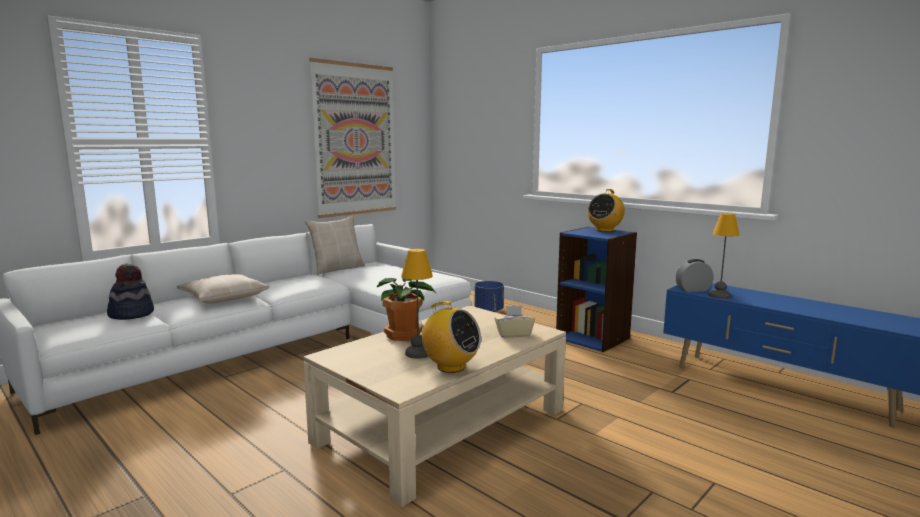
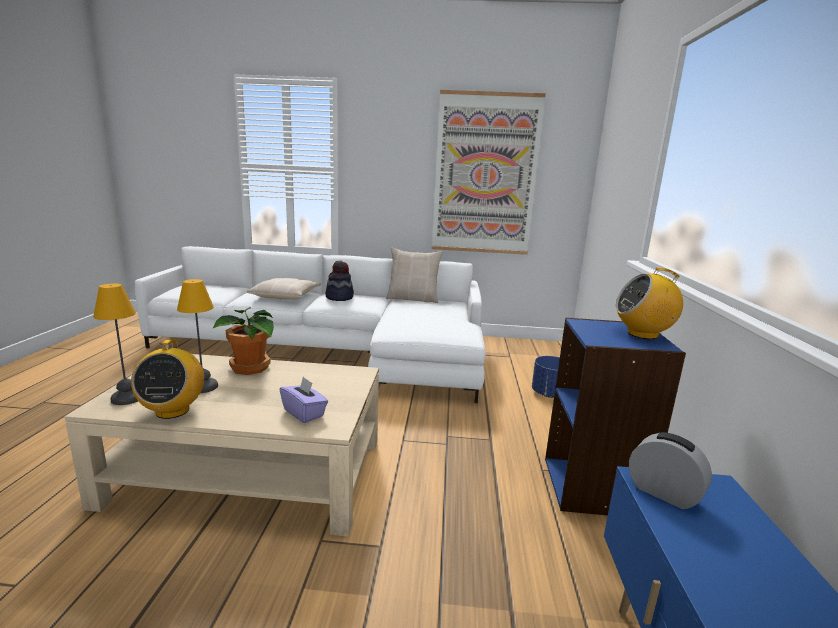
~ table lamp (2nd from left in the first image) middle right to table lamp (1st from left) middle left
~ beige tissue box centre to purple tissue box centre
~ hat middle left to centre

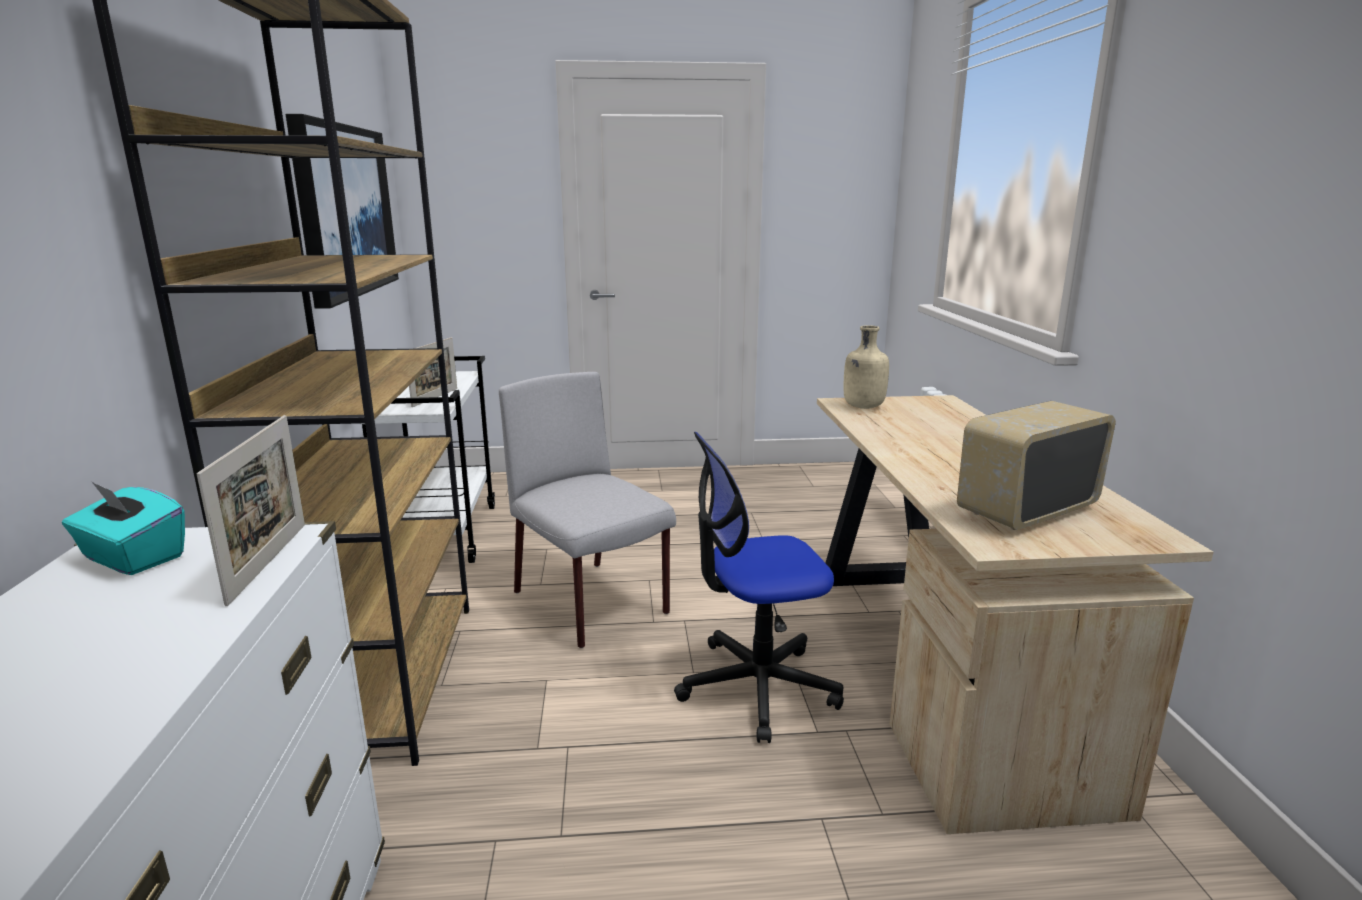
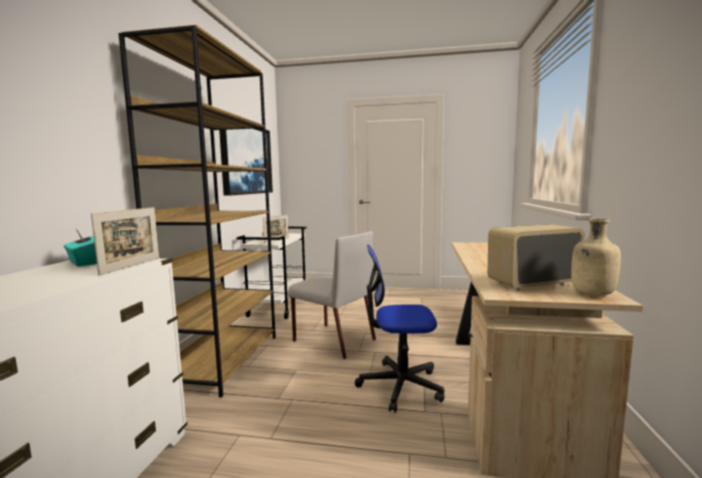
~ grey chair centre = centre 150 degrees clockwise
~ beige bottle centre to middle right

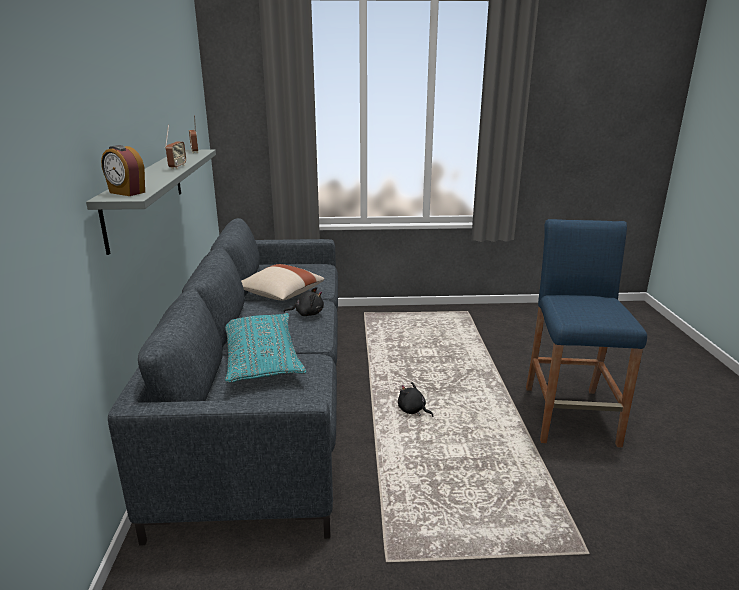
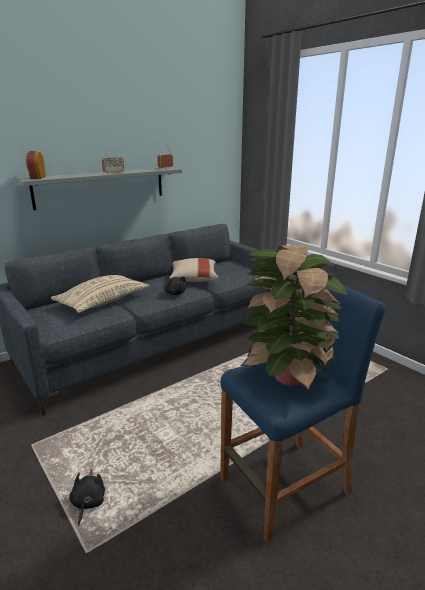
~ turquoise pillow centre to beige pillow (1st from left) middle left
~ black plush toy (2nd from left in the first image) bottom centre to black plush toy (1st from left) bottom left
+ potted plant middle right

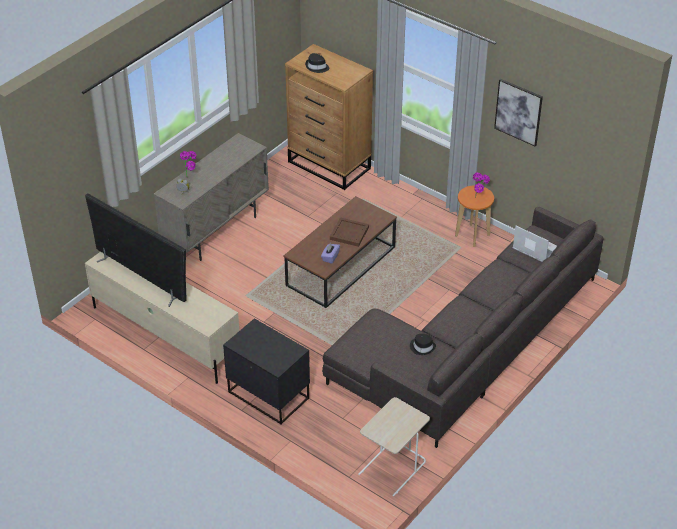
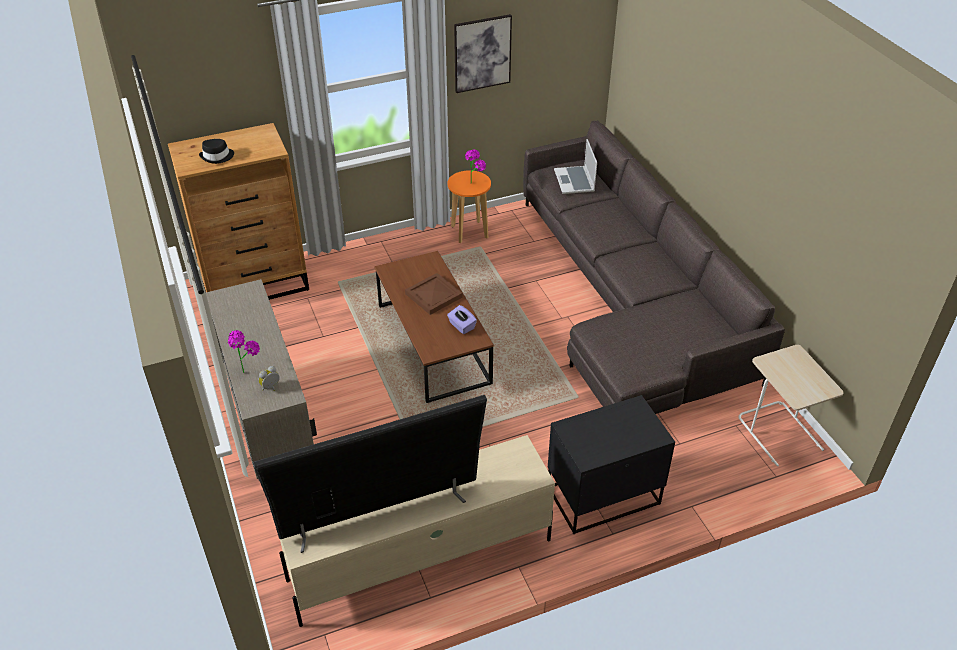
~ laptop middle right = top centre 75 degrees counterclockwise
- black hat (2nd from left) centre

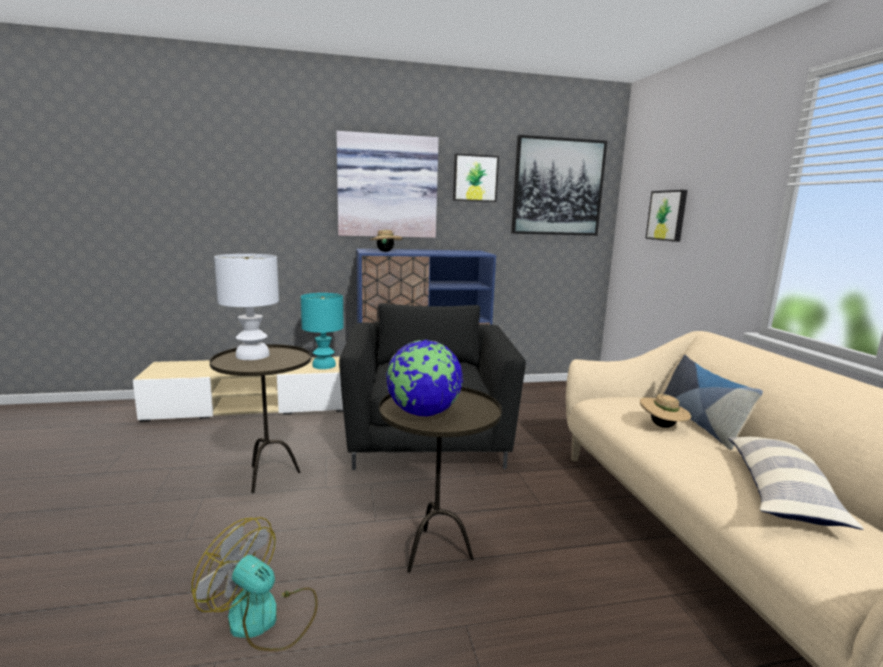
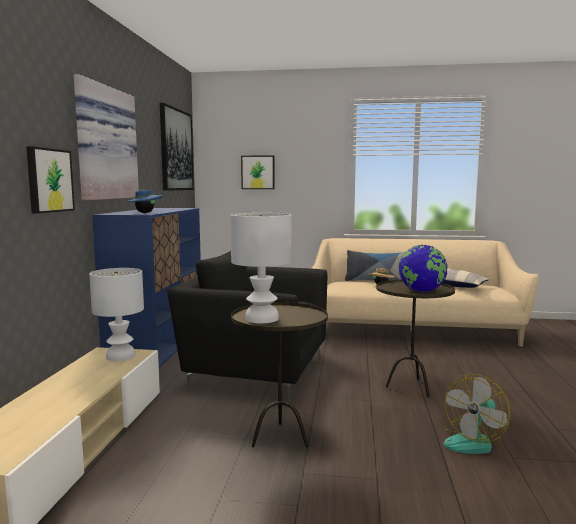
~ picture (2nd from left in the first image) top centre to picture (1st from left) middle left
~ turquoise table lamp centre to white table lamp (1st from left) middle left
~ beige hat (1st from left) centre to blue hat middle left

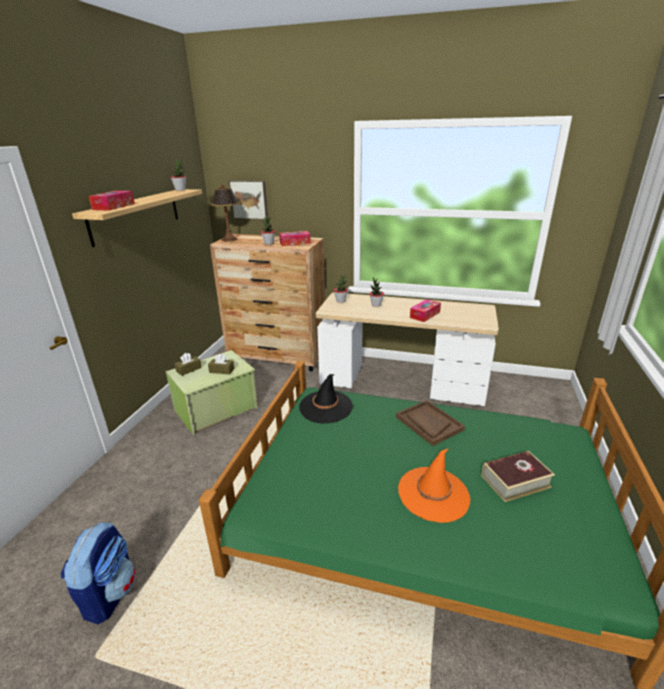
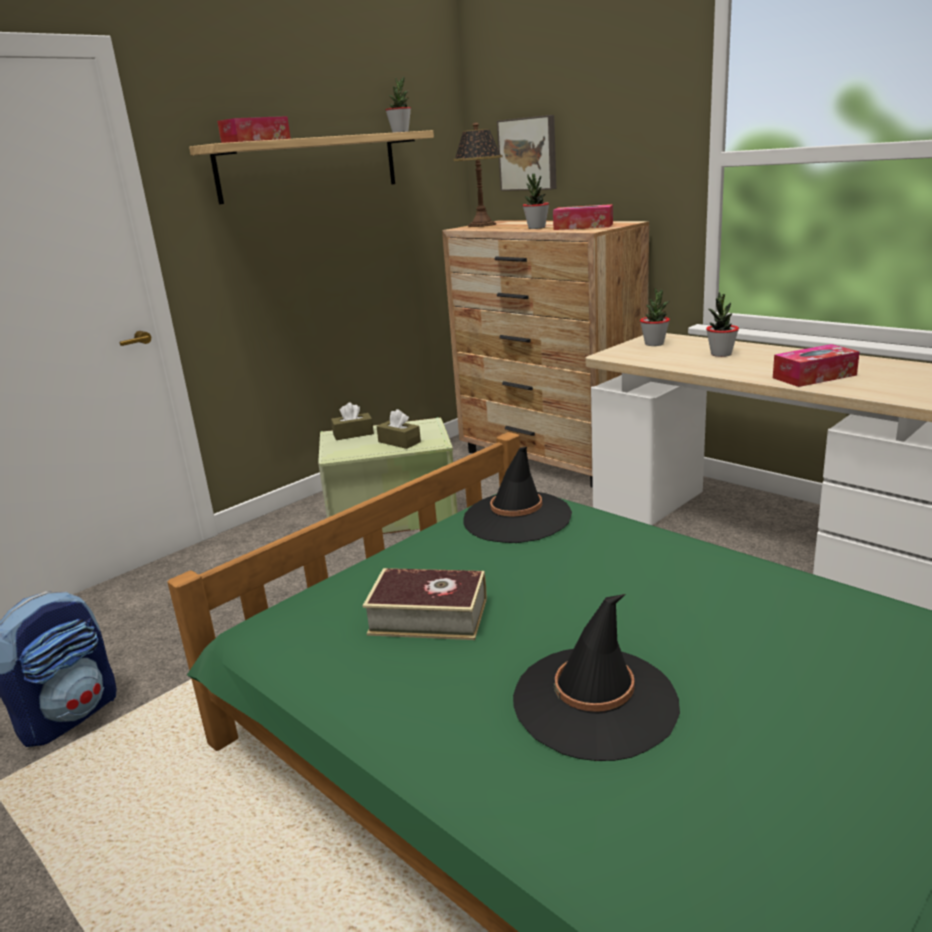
~ book bottom right to centre
~ orange hat bottom centre to black hat (2nd from left) bottom centre
- brown tray centre

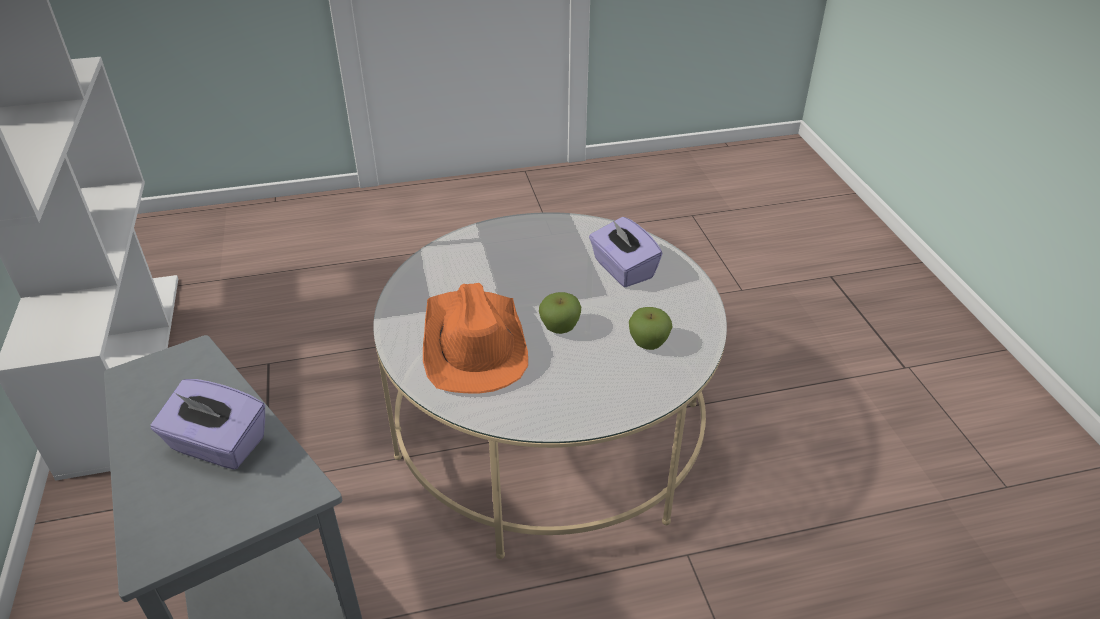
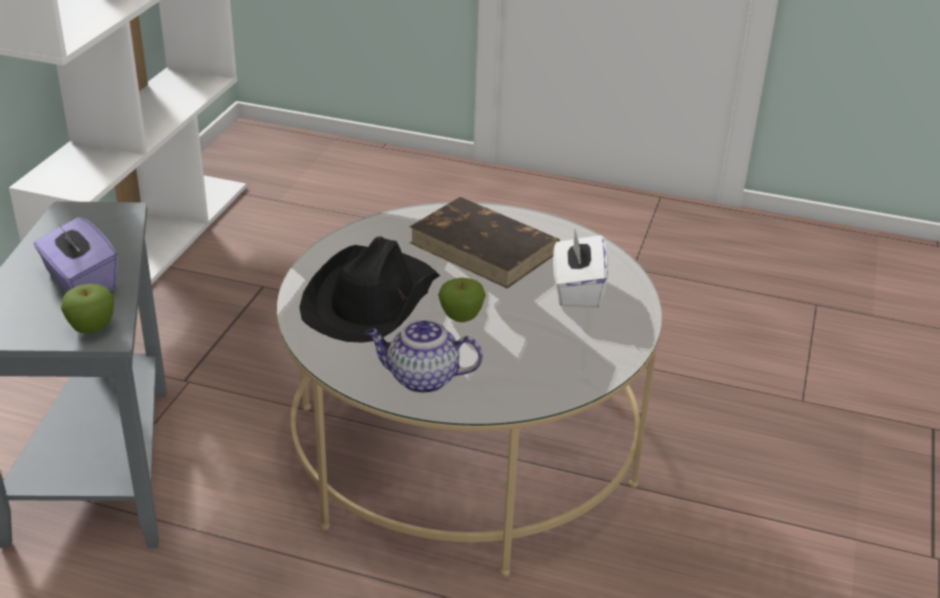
~ apple (2nd from left in the first image) centre to apple (1st from left) middle left
~ orange hat centre to black hat centre
+ teapot centre
+ brown book centre
~ purple tissue box (2nd from left) centre to white tissue box centre

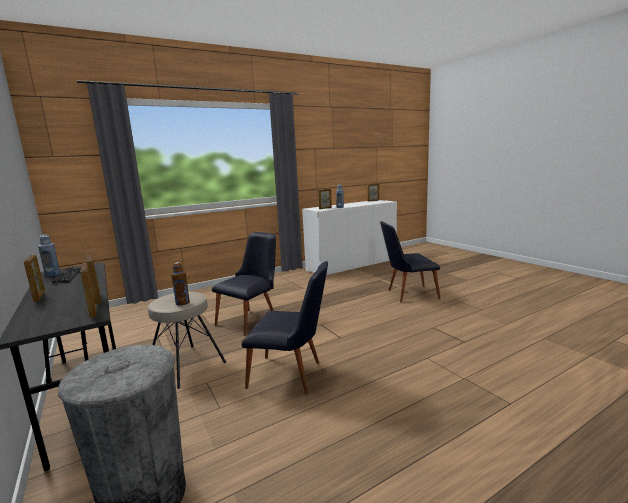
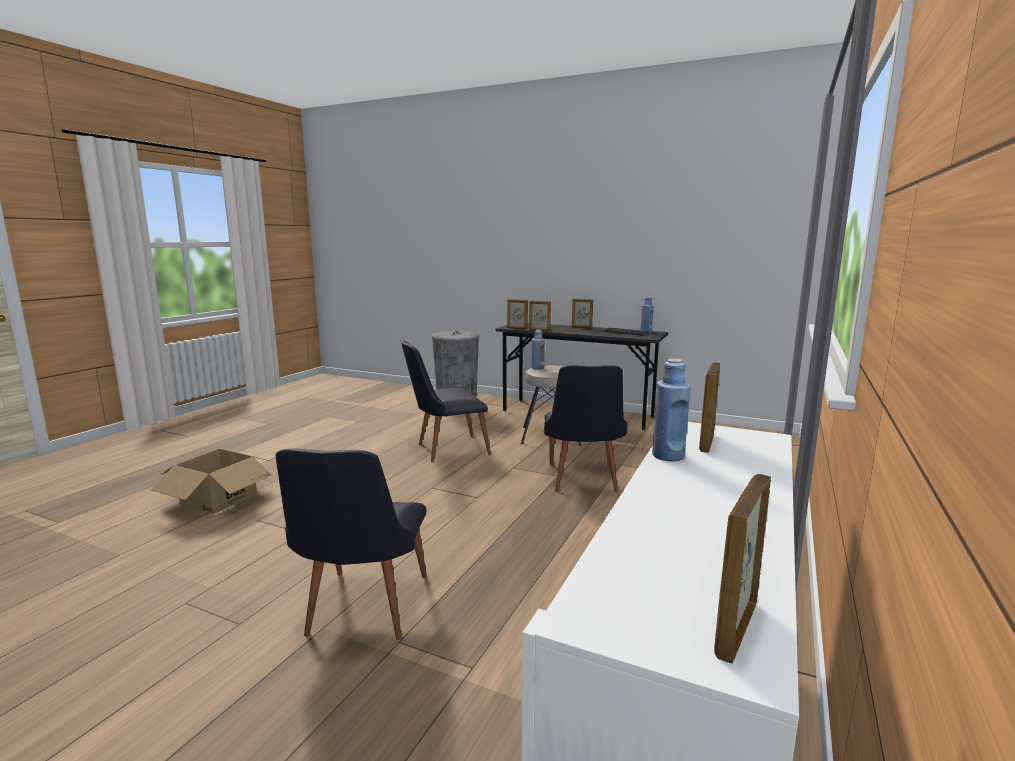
+ cardboard box middle left
~ black chair (3rd from left in the first image) centre = bottom centre 135 degrees clockwise
~ brown bottle middle left to blue bottle (1st from left) centre

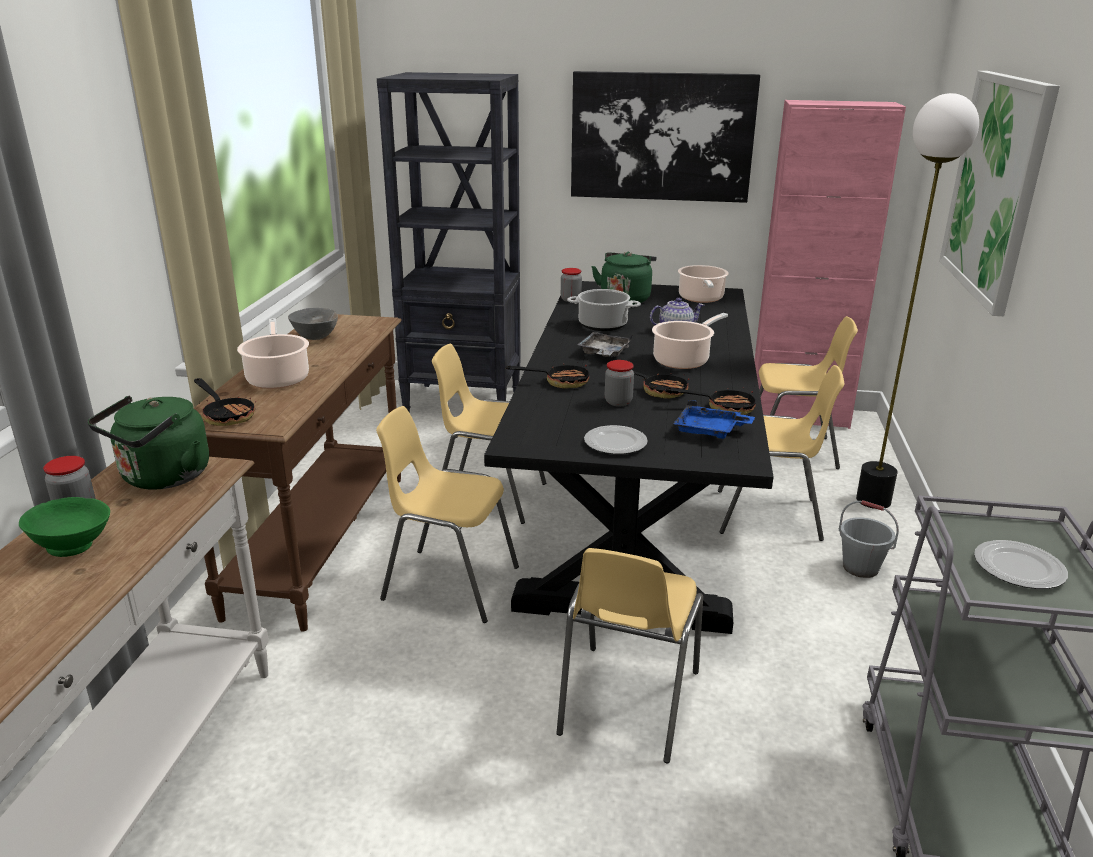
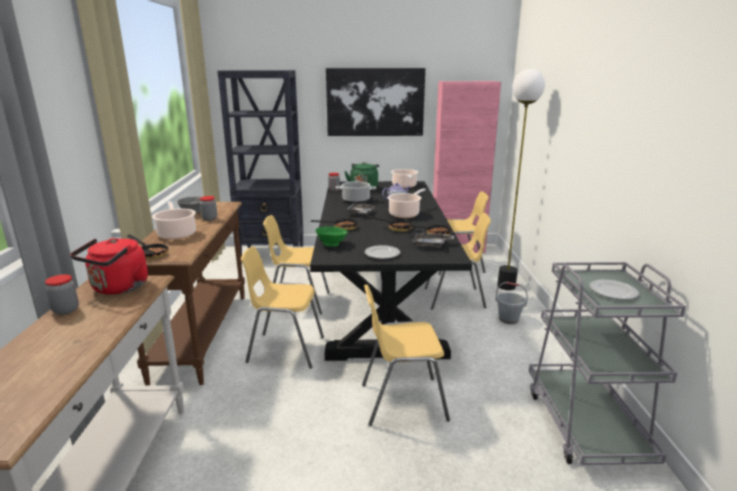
~ green kettle (1st from left) middle left to red kettle middle left
~ jar (3rd from left in the first image) centre to jar (2nd from left) middle left
~ green bowl middle left to centre
~ yellow chair (3rd from left) bottom centre = bottom centre 75 degrees clockwise
~ blue tray centre to grey tray (2nd from left) centre
- picture (2nd from left) top right

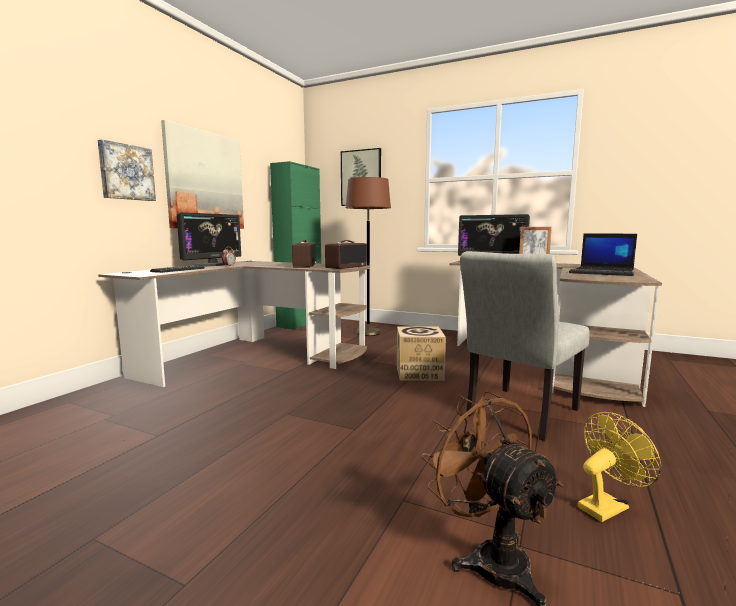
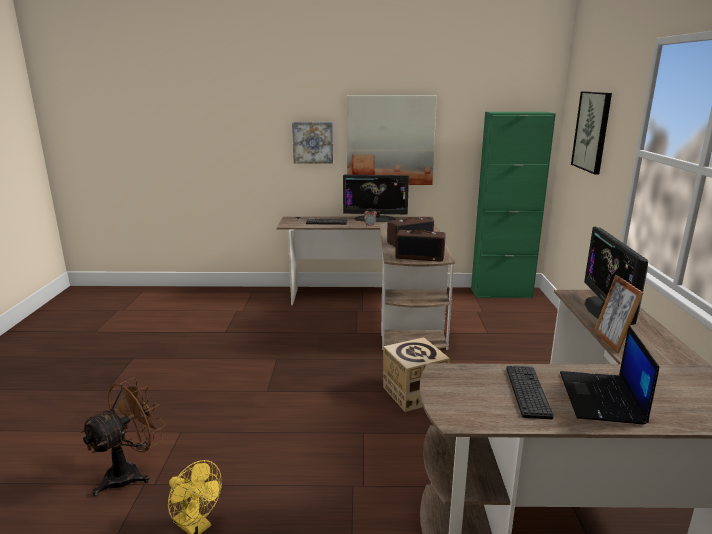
- brown floor lamp centre
- grey chair middle right

